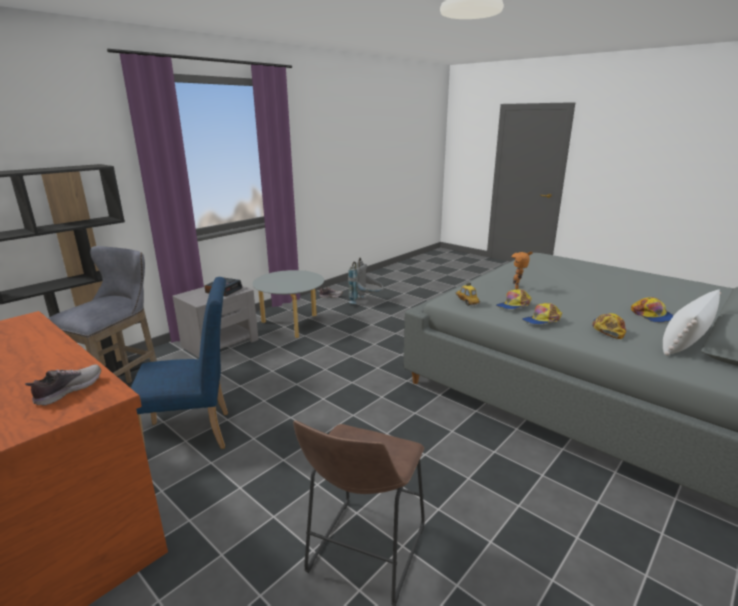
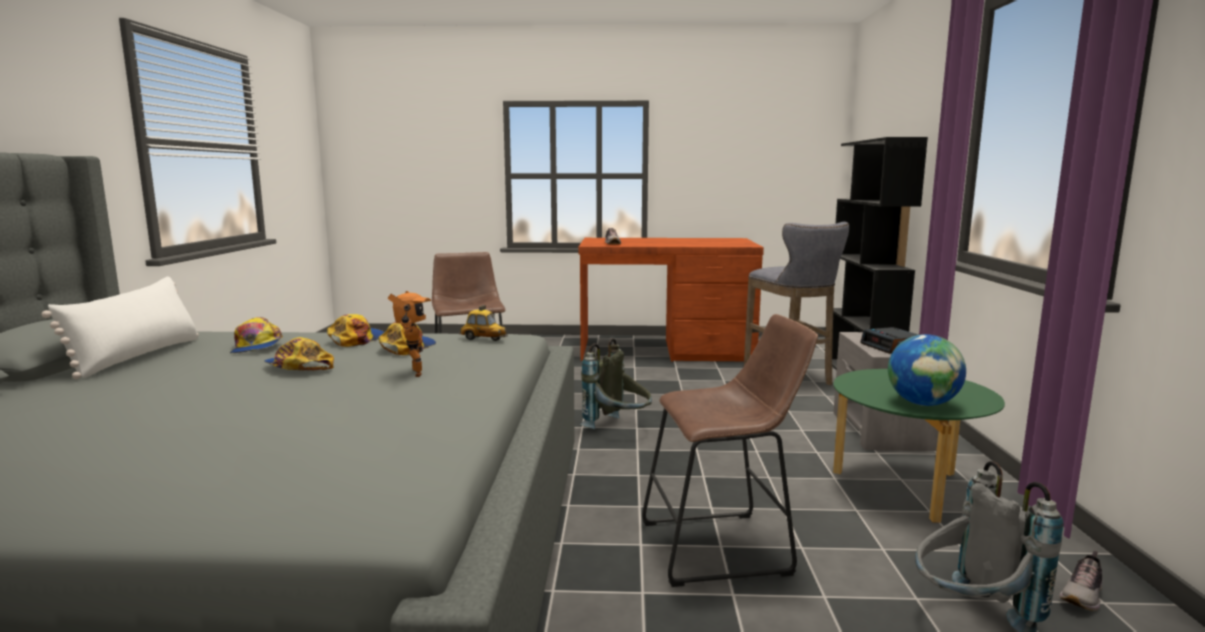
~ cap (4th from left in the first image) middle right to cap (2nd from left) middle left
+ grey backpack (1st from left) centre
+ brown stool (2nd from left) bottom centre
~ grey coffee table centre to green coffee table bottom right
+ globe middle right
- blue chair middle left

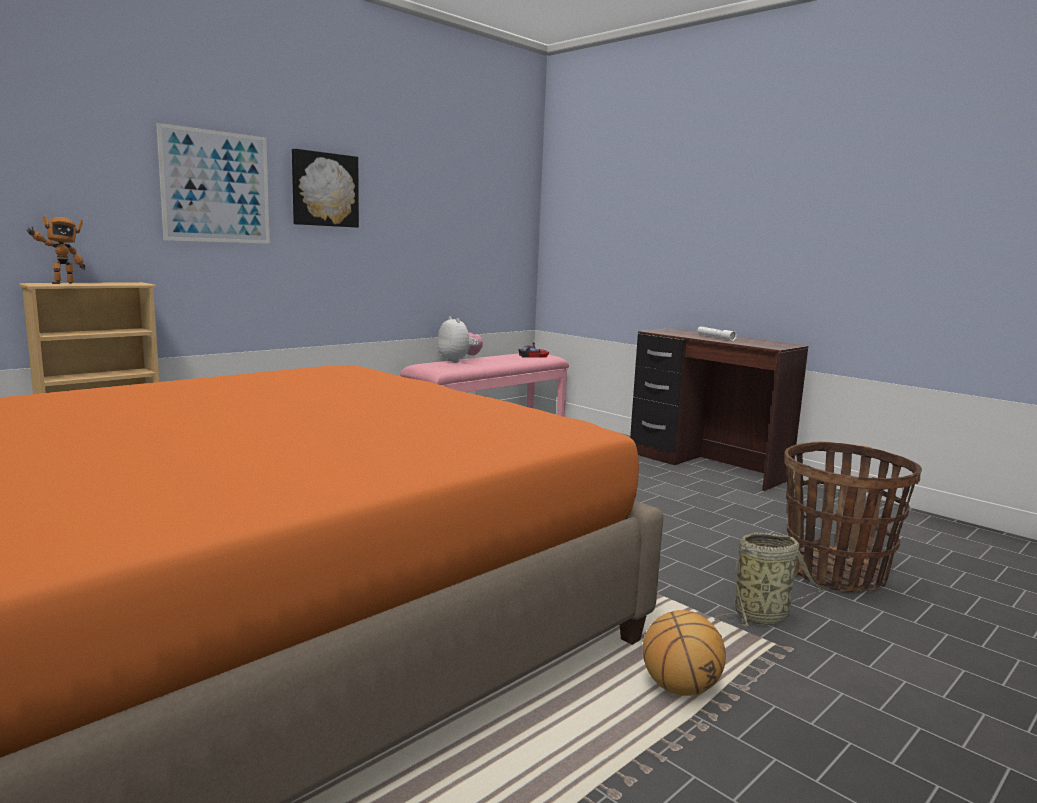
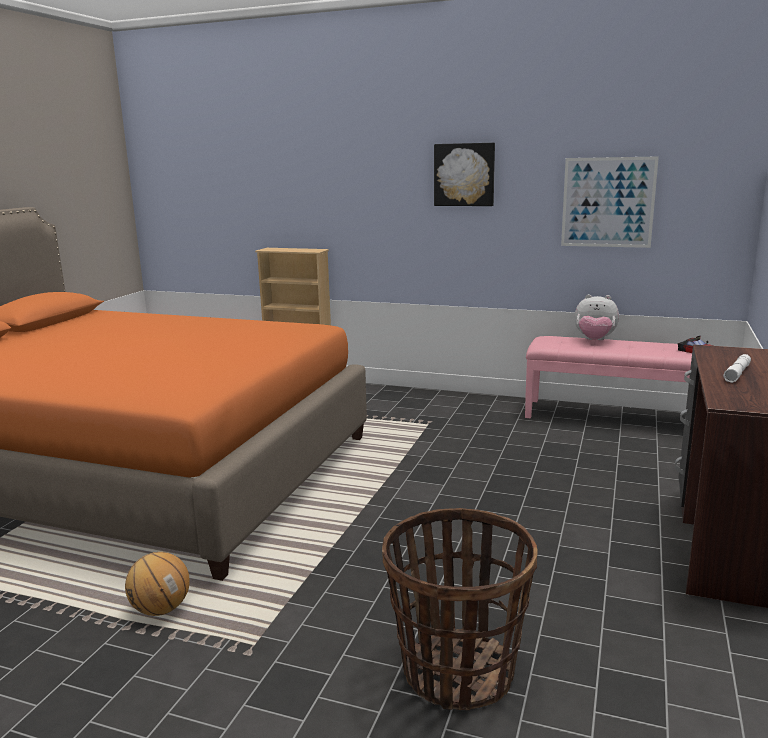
~ picture (1st from left in the first image) top left to picture (2nd from left) top right
~ plush toy centre = middle right 75 degrees clockwise
- toy robot top left
- basket (1st from left) bottom right

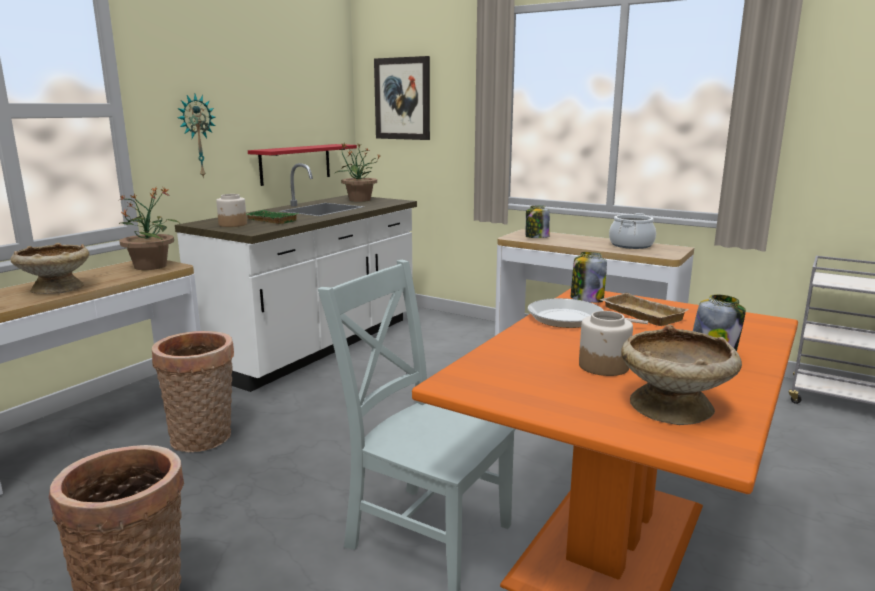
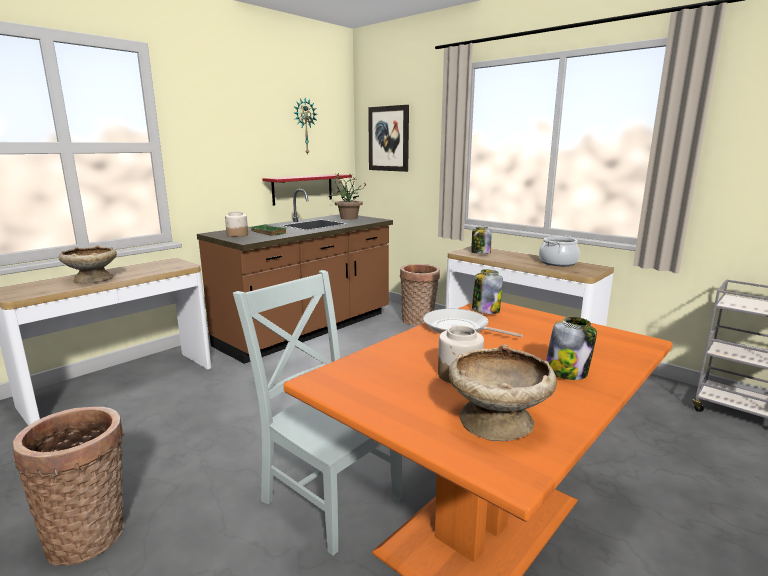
~ white counter centre to brown counter centre
~ wall clock top left to top centre
~ basket (2nd from left) middle left to centre
- potted plant (1st from left) middle left
- beige tray middle right

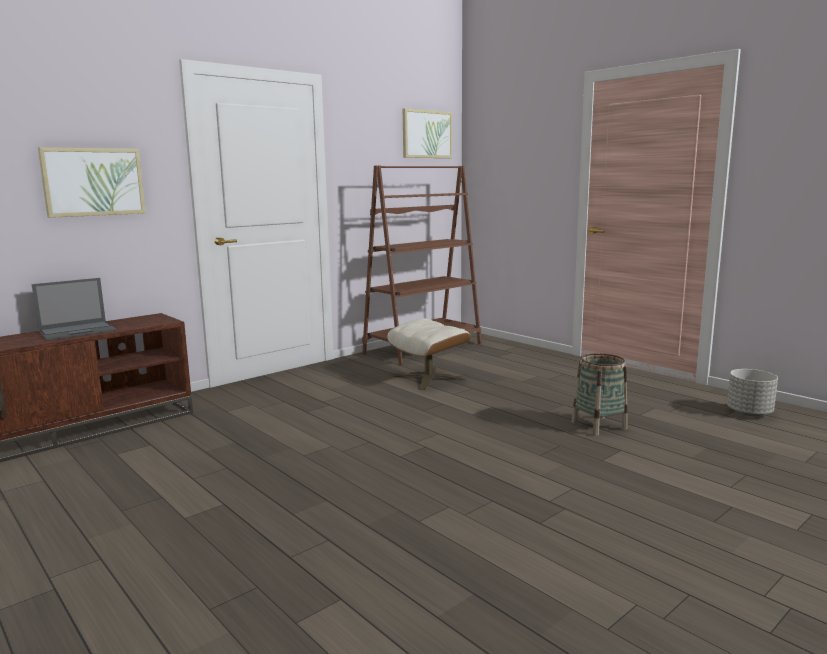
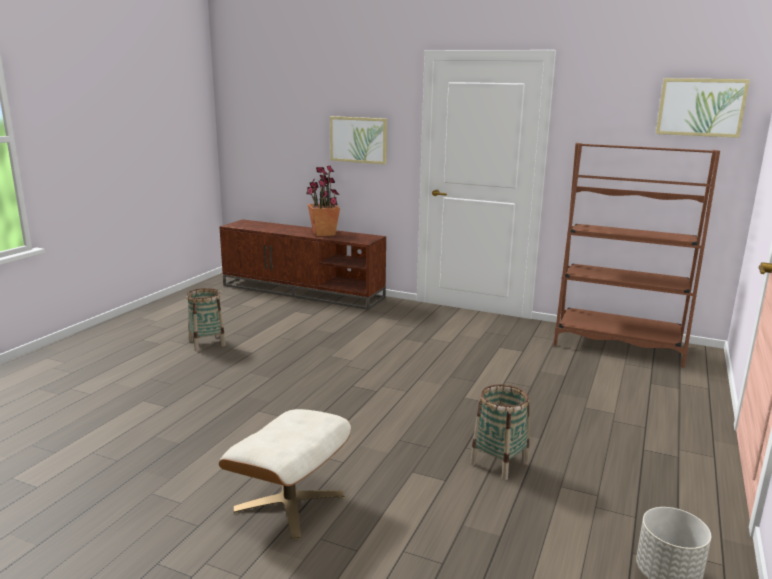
+ basket (1st from left) middle left
~ beige ottoman centre to bottom centre
~ laptop middle left to potted plant centre

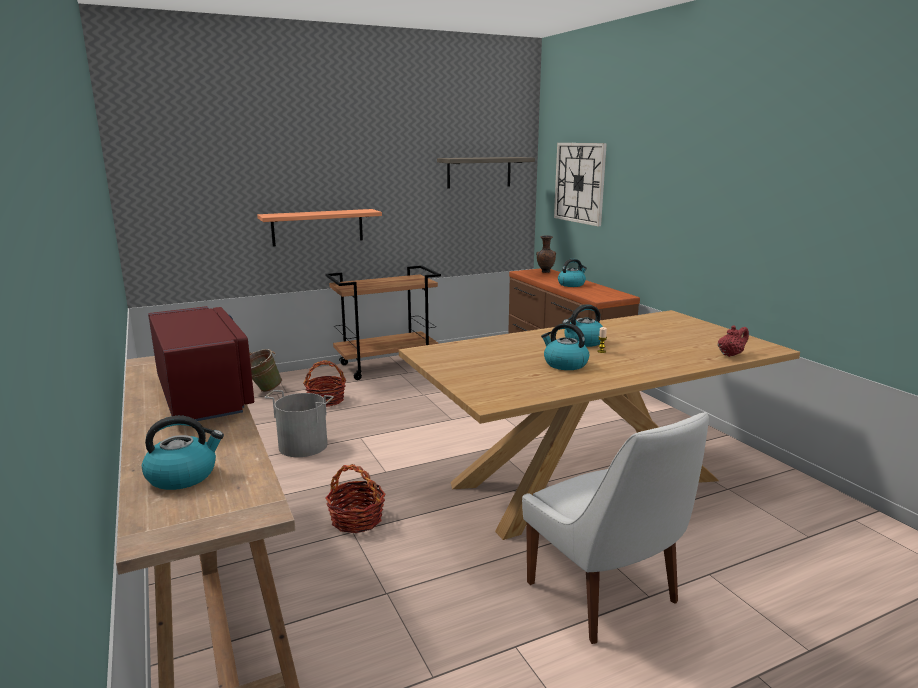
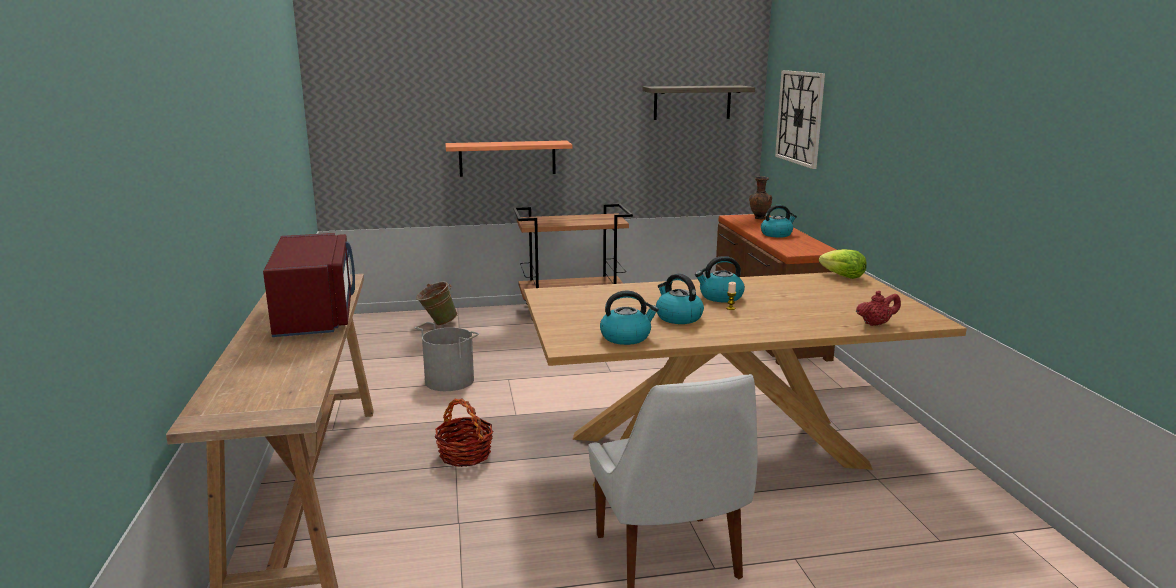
~ kettle (1st from left) middle left to centre
+ lettuce middle right
- basket (1st from left) centre

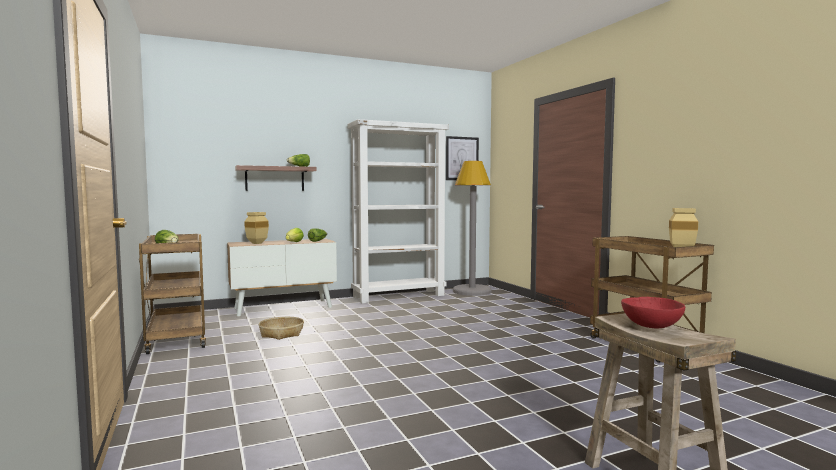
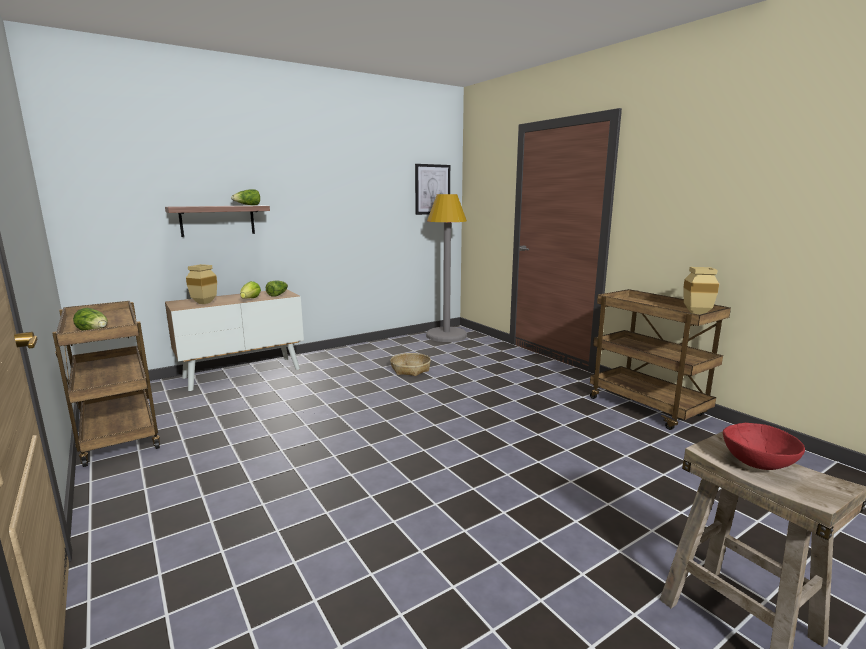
~ basket bottom centre to centre
- white bookcase centre

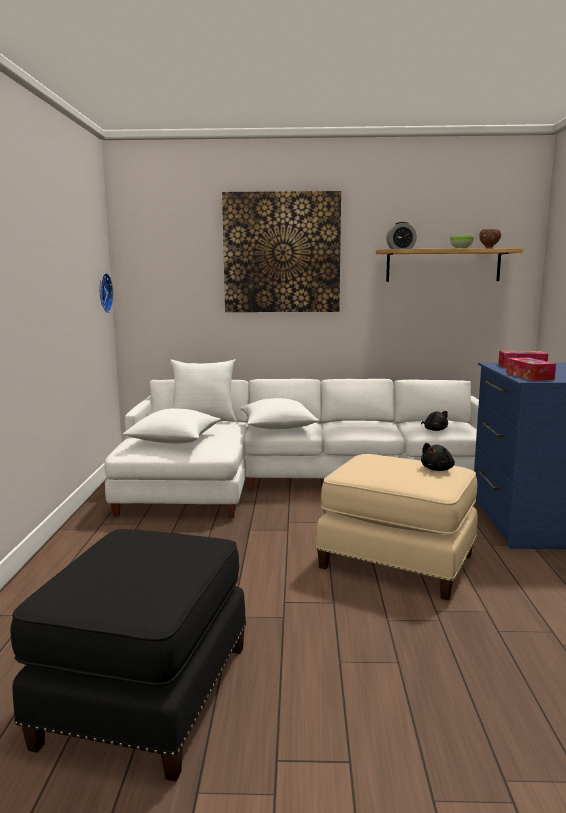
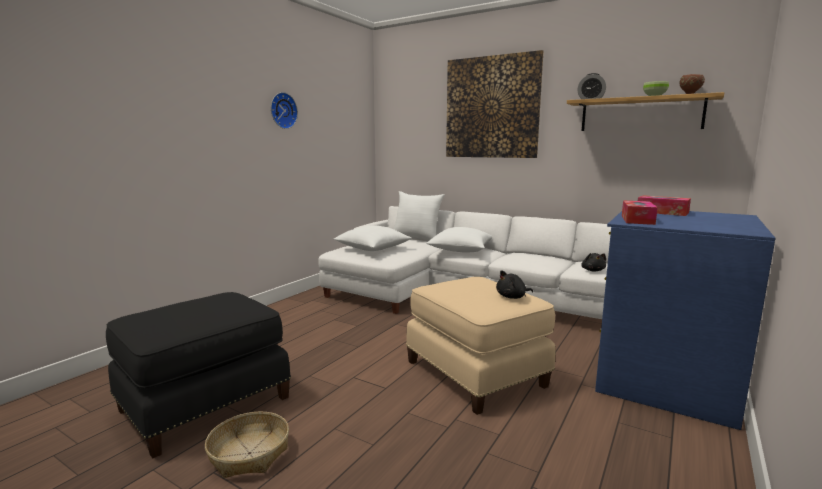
+ basket bottom left
~ wall clock middle left to top centre

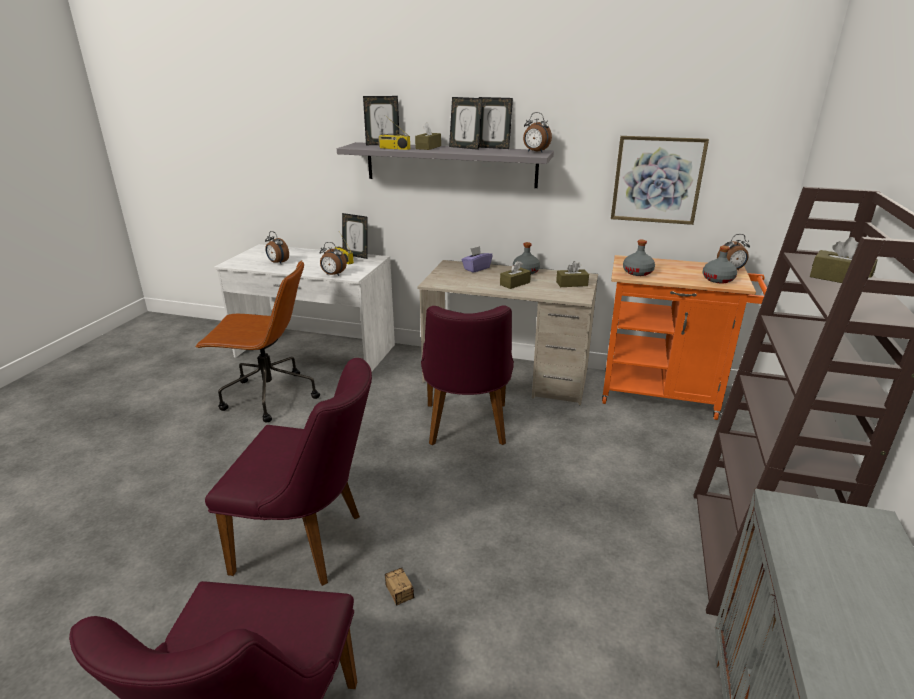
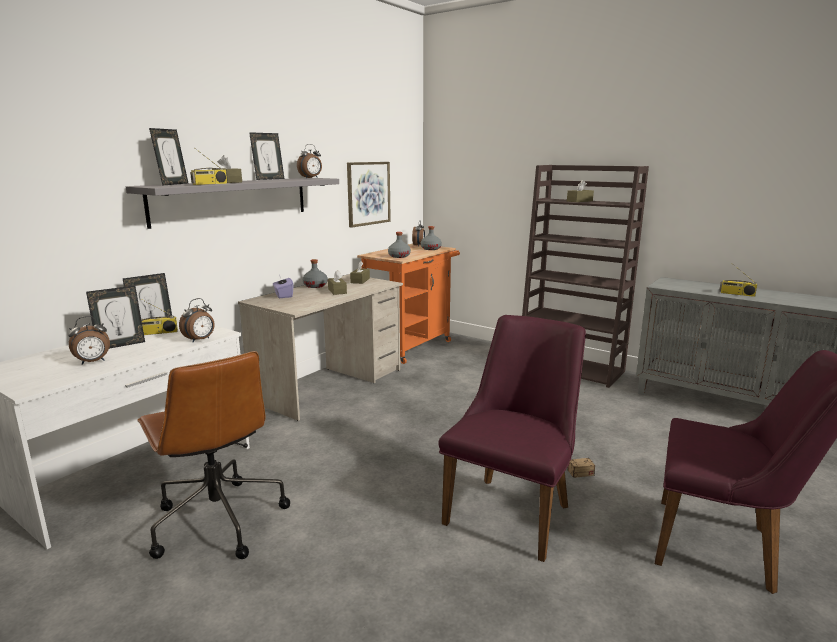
~ picture frame (3rd from left in the first image) top centre to picture frame (1st from left) middle left
~ brown office chair middle left = bottom left 120 degrees clockwise
+ radio (3rd from left) middle right
- purple chair (3rd from left) centre

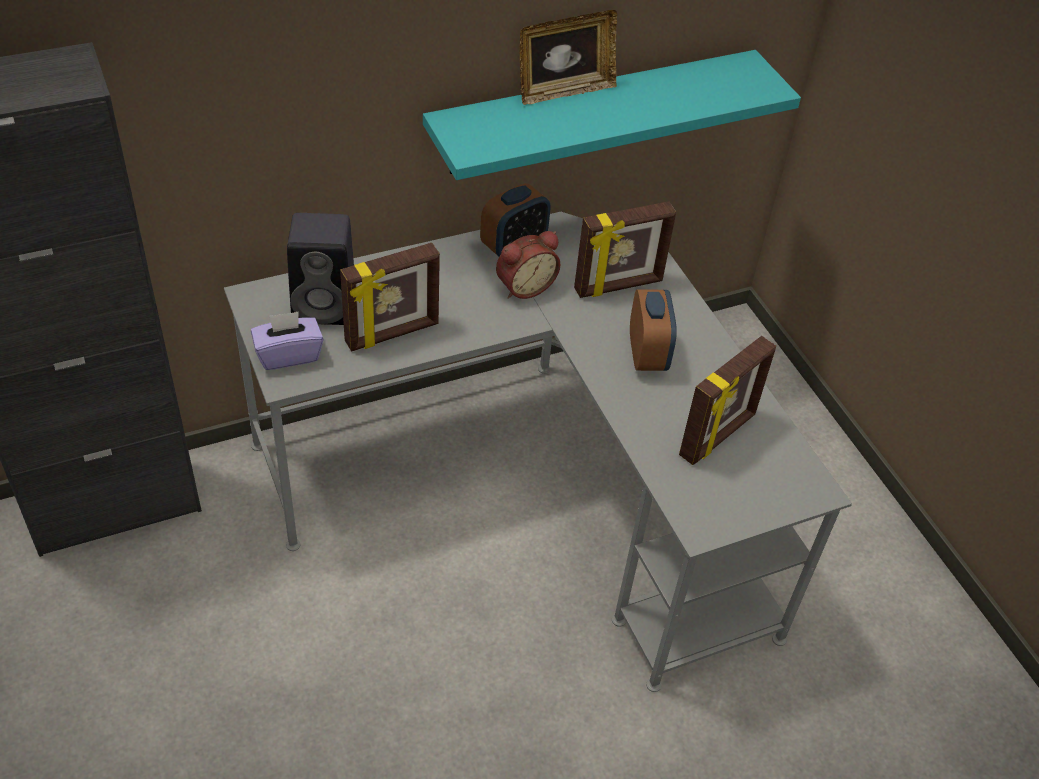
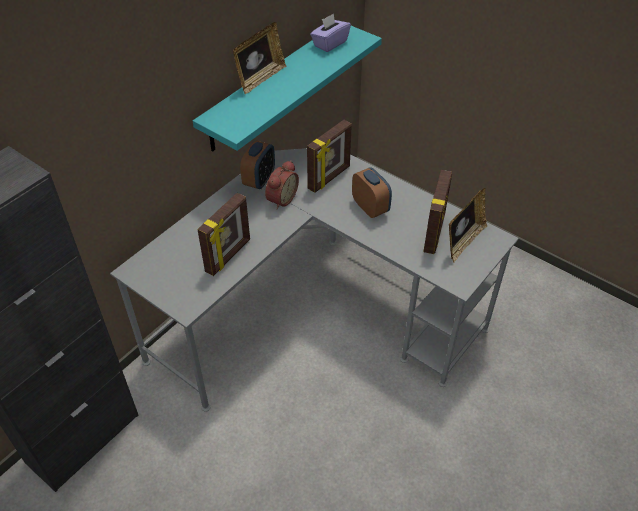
~ purple tissue box middle left to top centre
+ picture frame (5th from left) middle right
- black speaker middle left

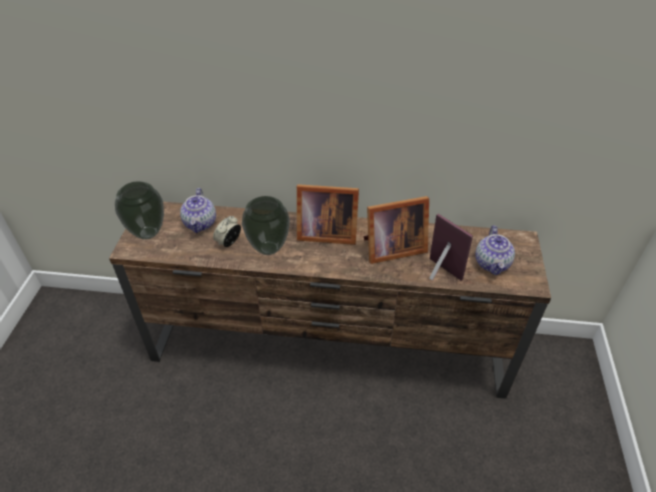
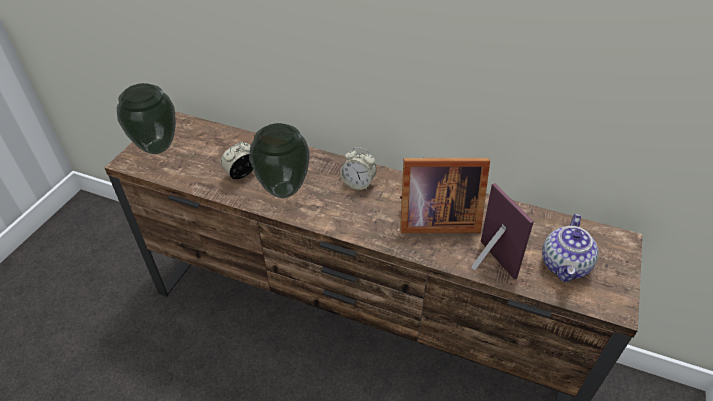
~ picture frame (1st from left) centre to alarm clock (2nd from left) centre
- teapot (1st from left) middle left

